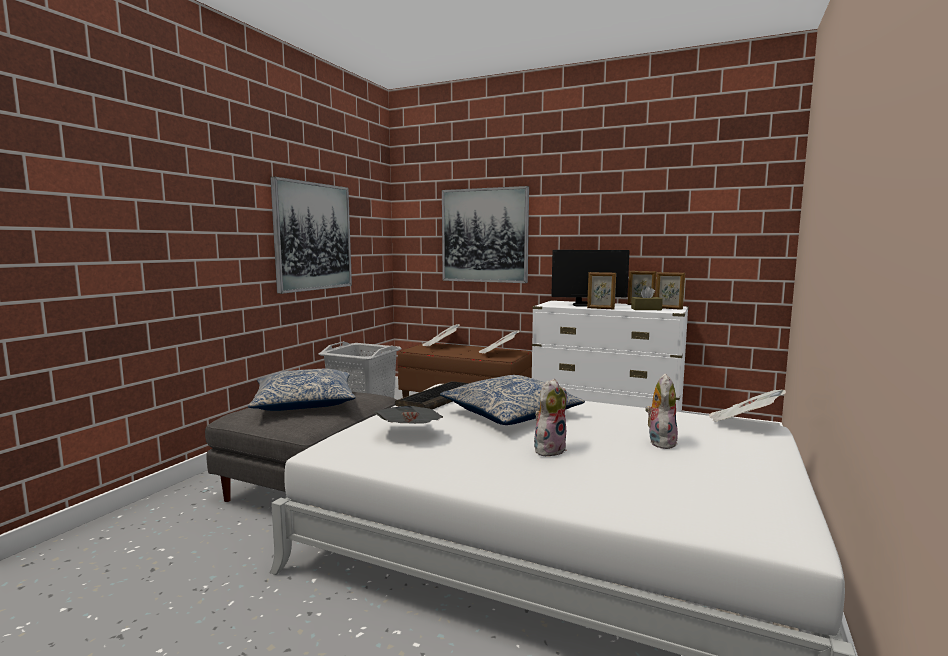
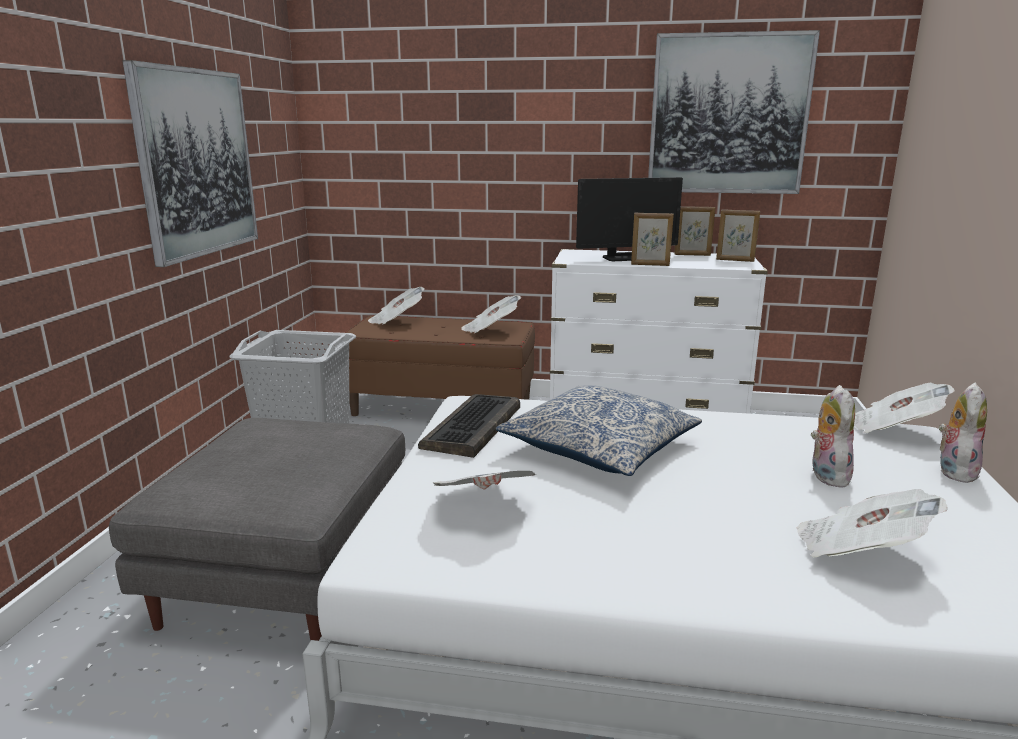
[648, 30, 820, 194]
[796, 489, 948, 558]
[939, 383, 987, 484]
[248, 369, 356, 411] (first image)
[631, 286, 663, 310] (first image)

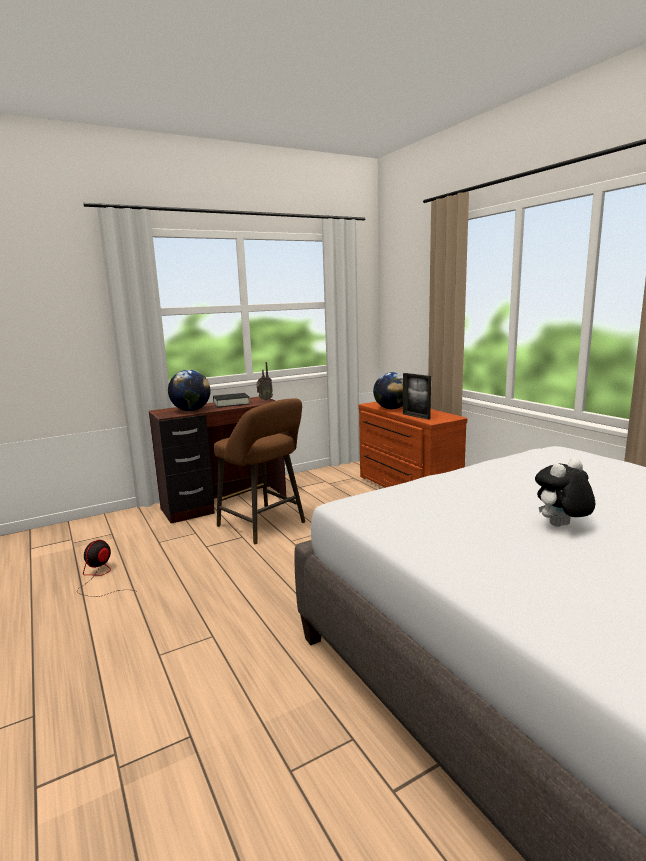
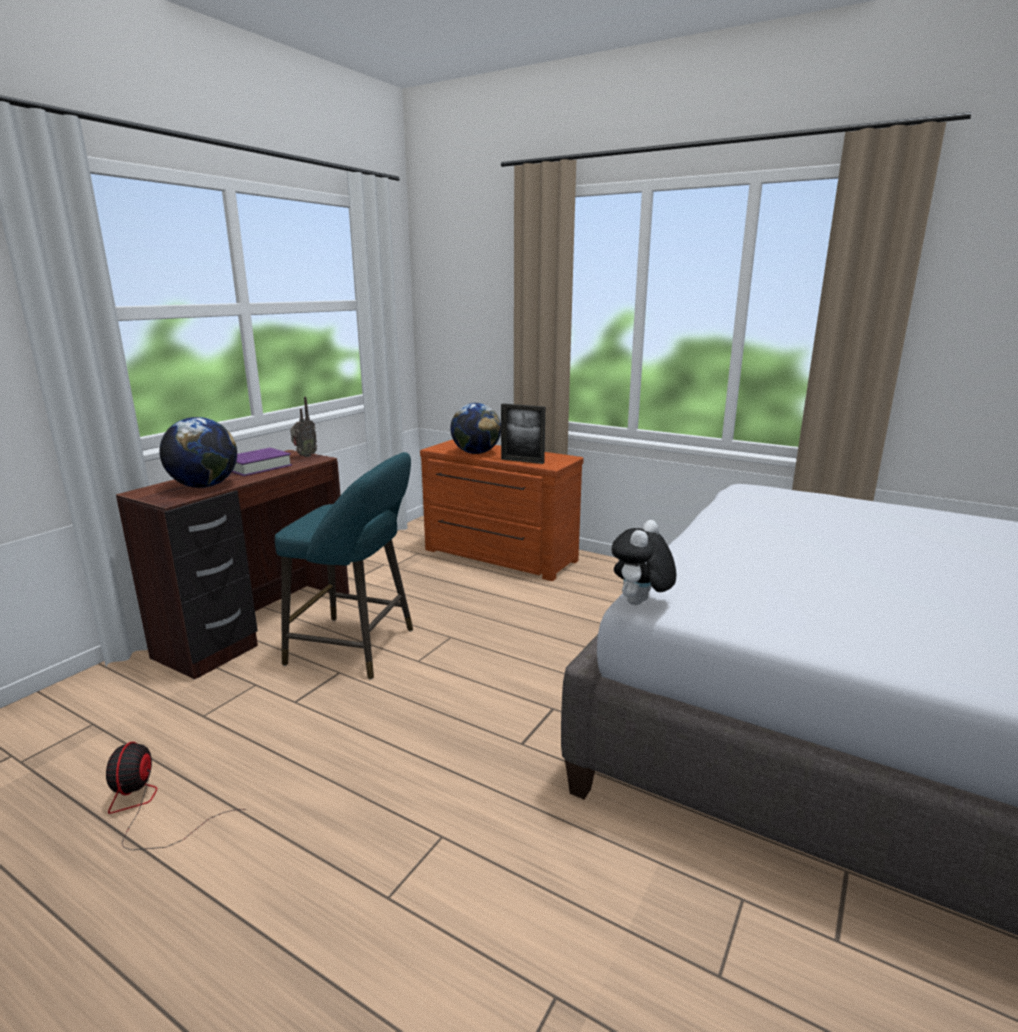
[232, 448, 292, 476]
[275, 452, 413, 679]
[612, 520, 677, 605]

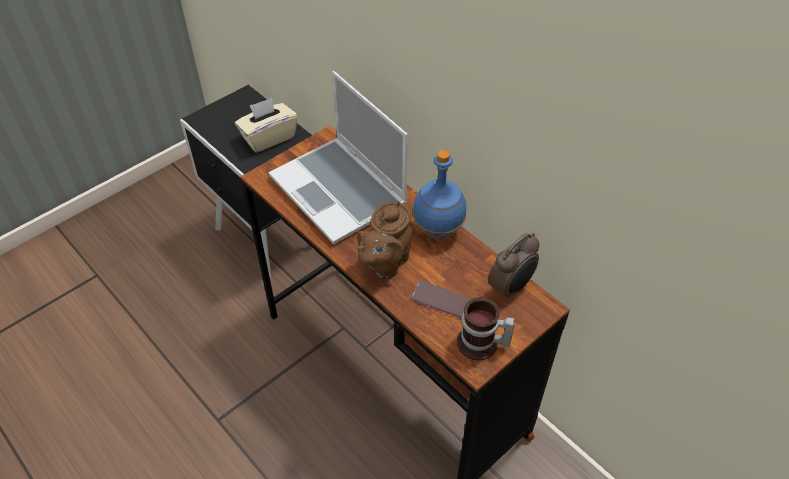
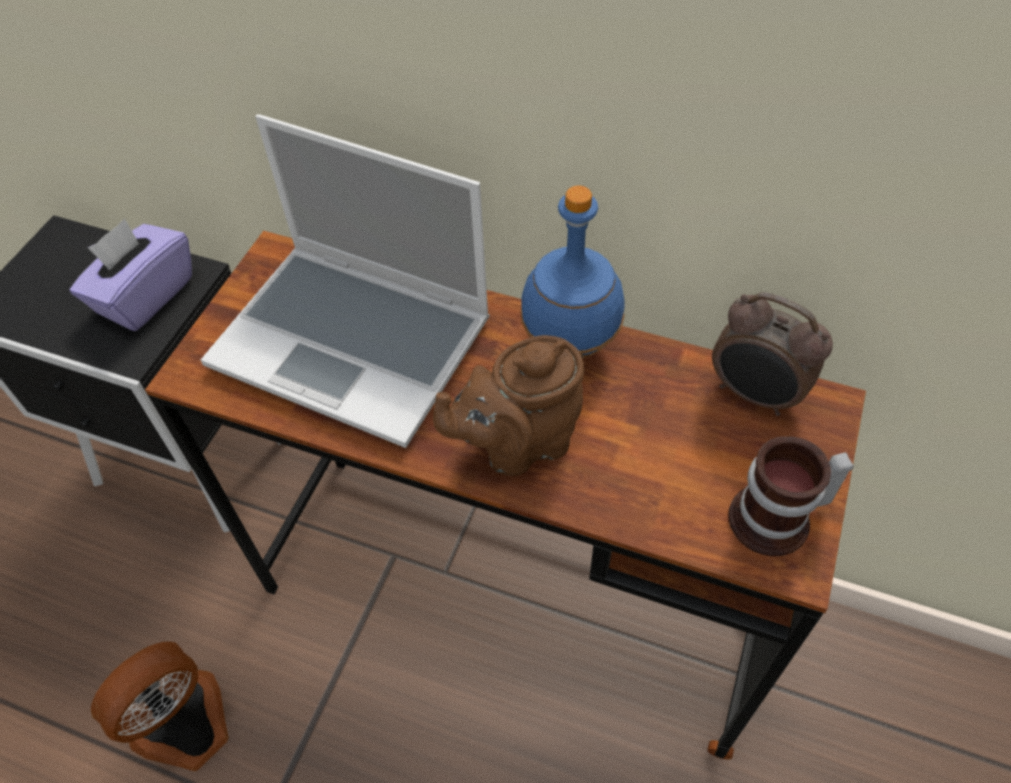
[70, 218, 192, 331]
[91, 641, 229, 771]
[433, 335, 584, 476]
[712, 292, 833, 416]
[410, 280, 471, 318] (first image)

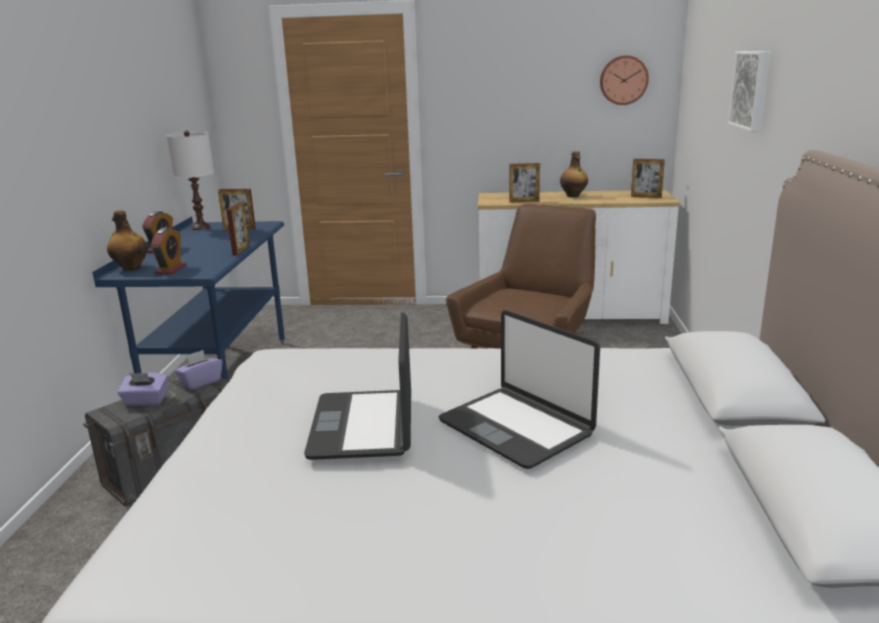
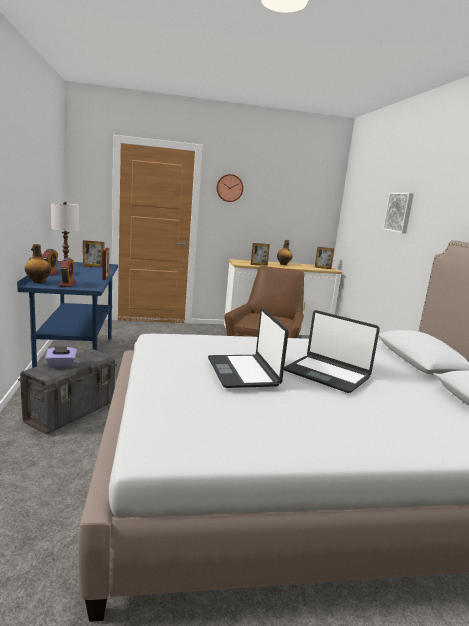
[217, 174, 243, 202]
[175, 350, 223, 390] (first image)

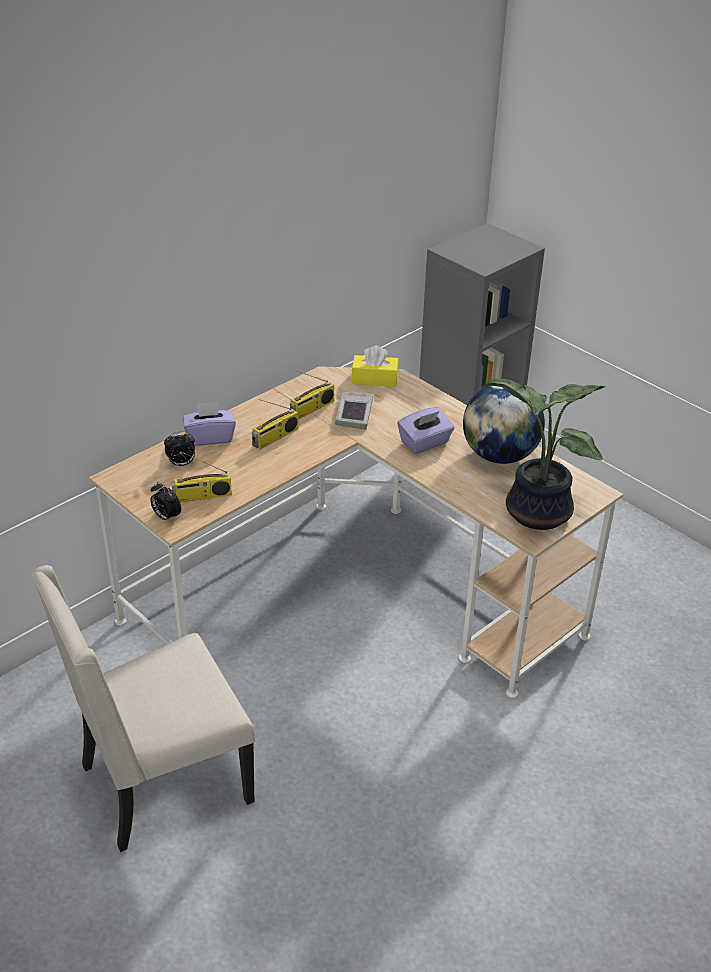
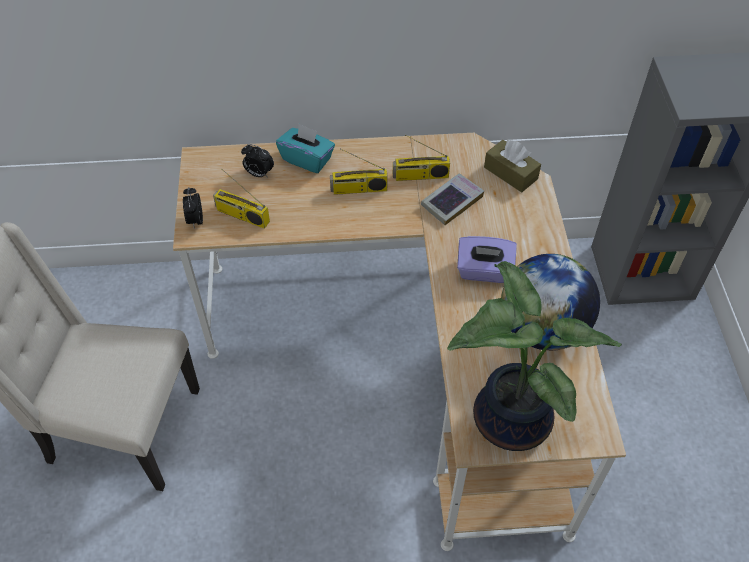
[276, 123, 335, 173]
[484, 140, 541, 192]

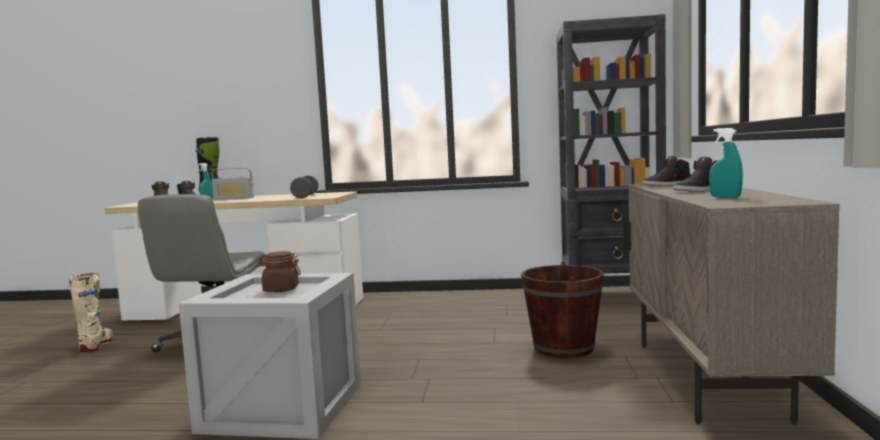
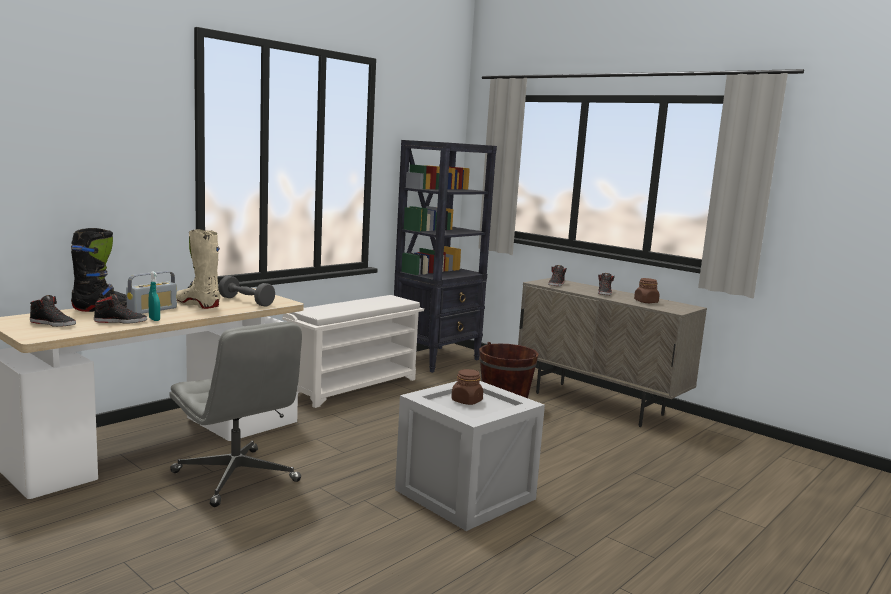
[177, 229, 220, 309]
[282, 295, 424, 408]
[634, 278, 660, 303]

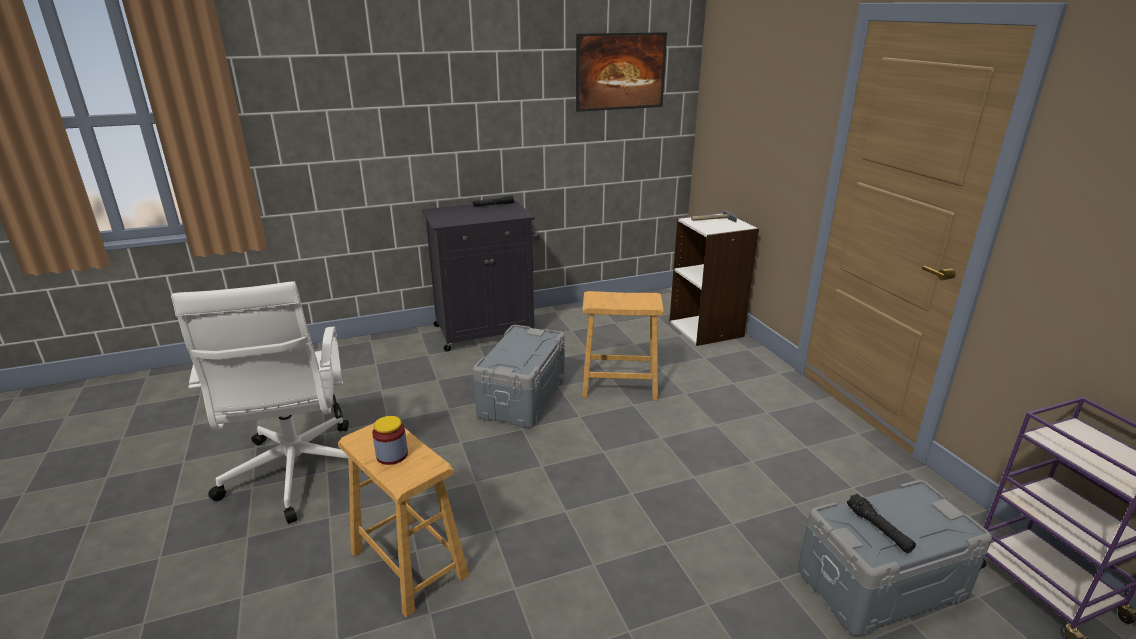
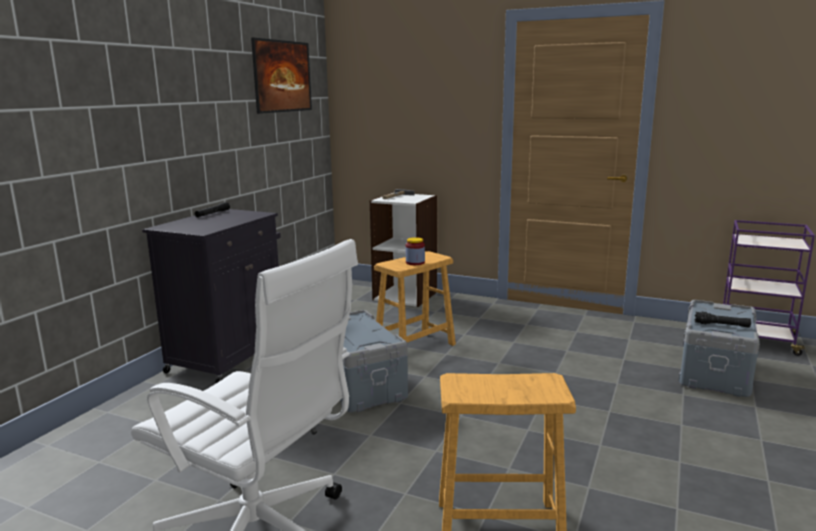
[406, 237, 425, 265]

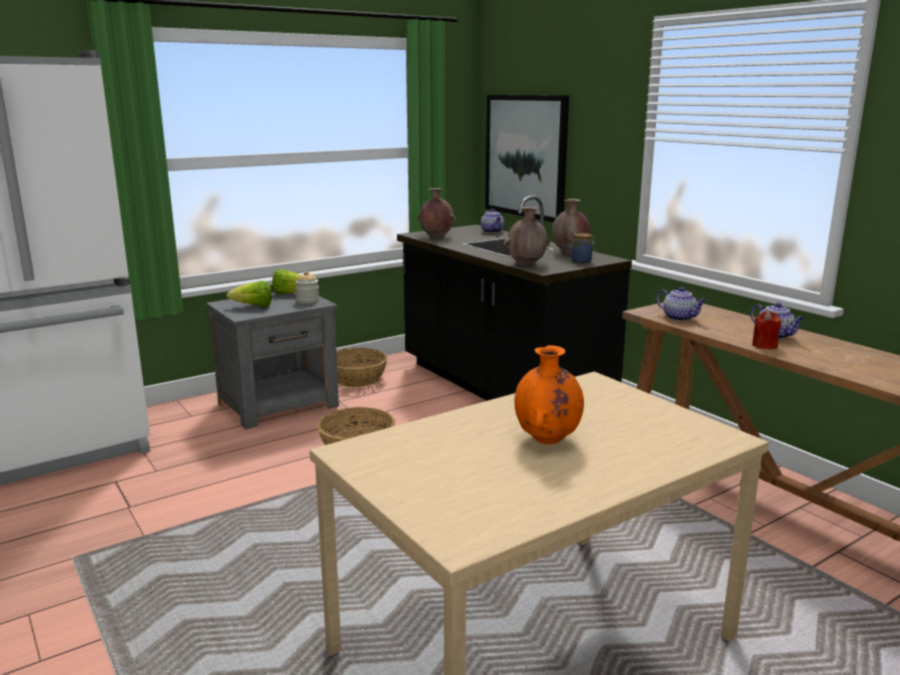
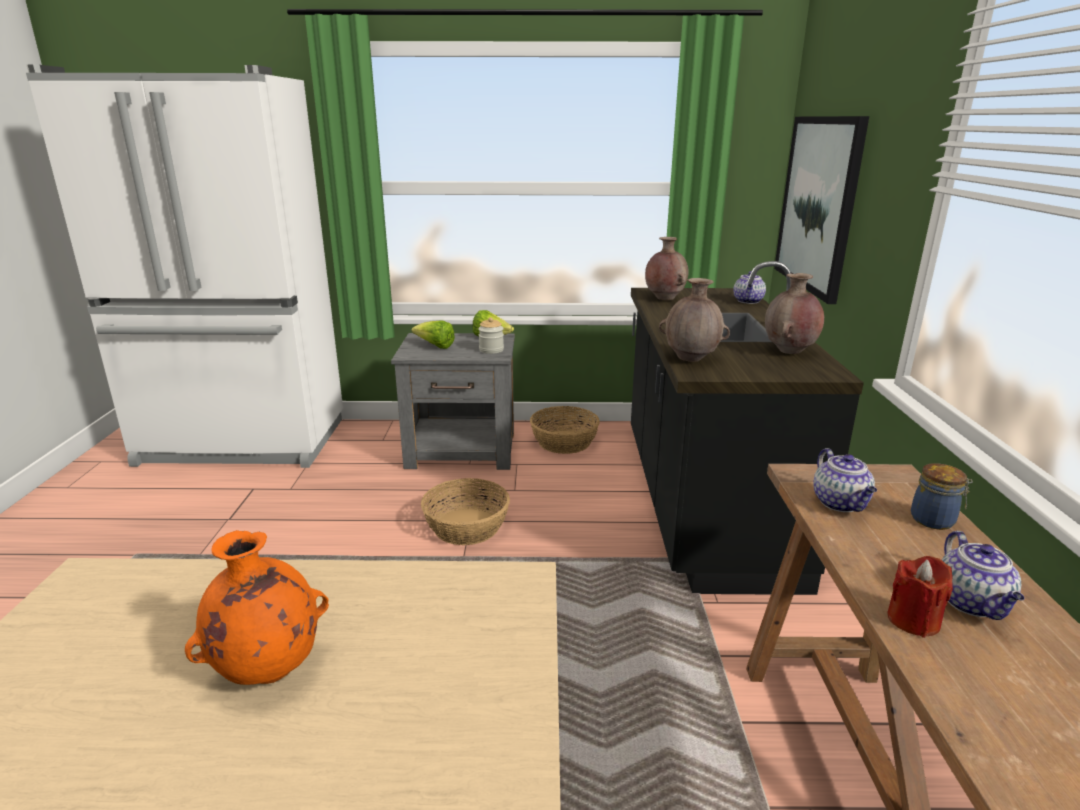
[911, 463, 973, 530]

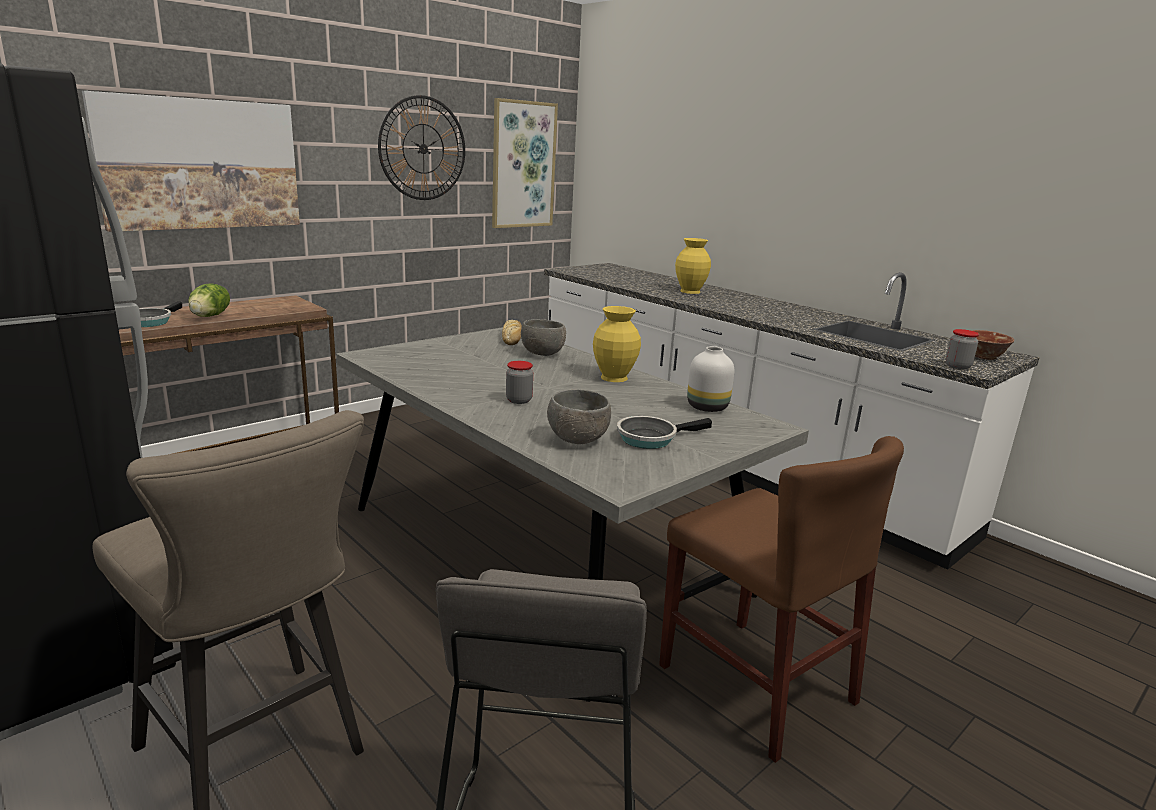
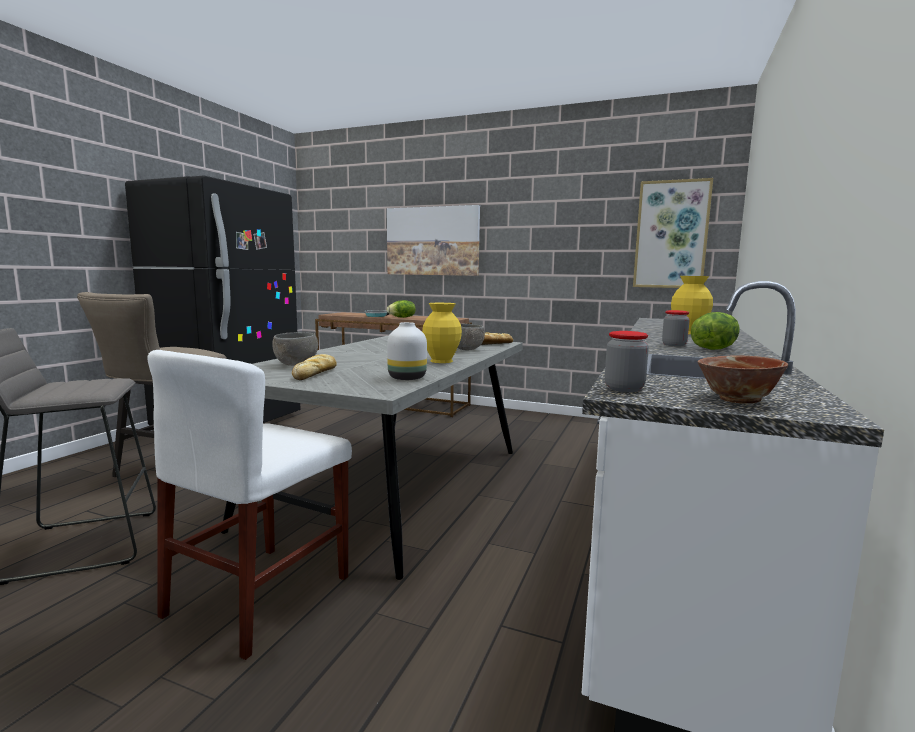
[147, 350, 352, 660]
[292, 354, 337, 380]
[662, 310, 690, 346]
[691, 312, 740, 350]
[378, 95, 465, 200] (first image)

